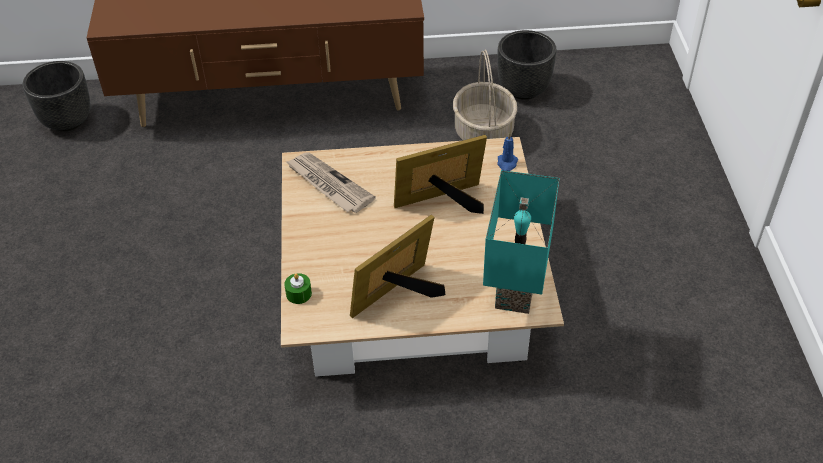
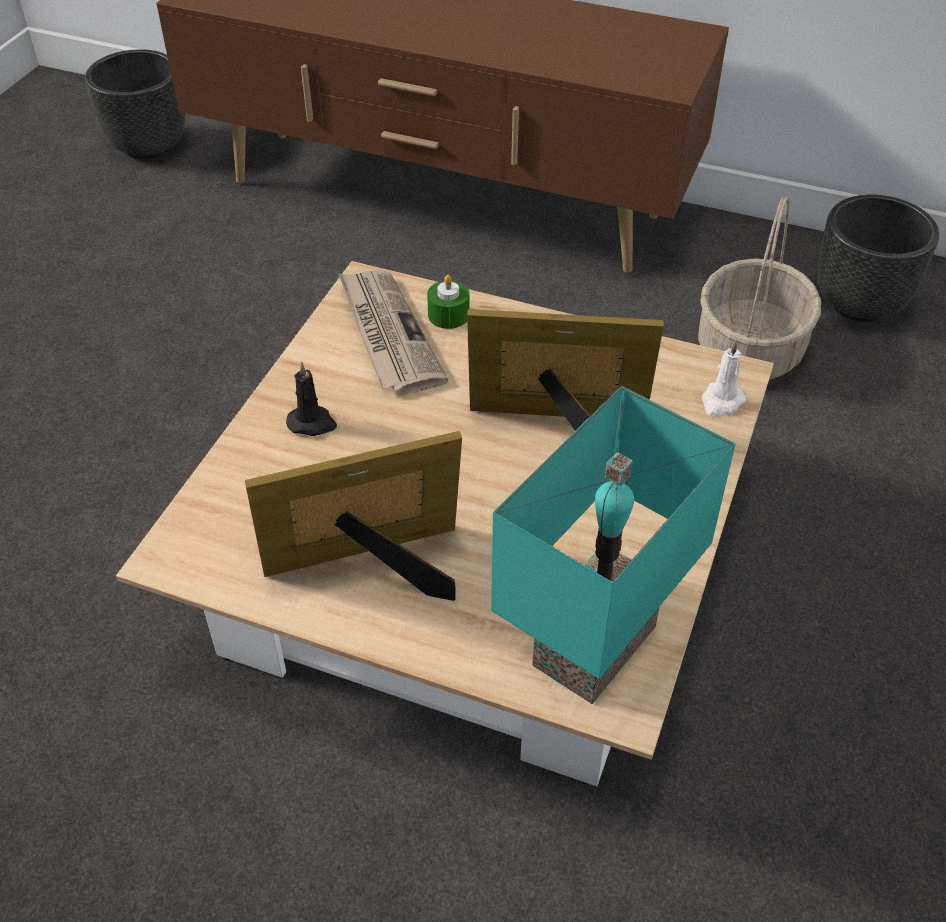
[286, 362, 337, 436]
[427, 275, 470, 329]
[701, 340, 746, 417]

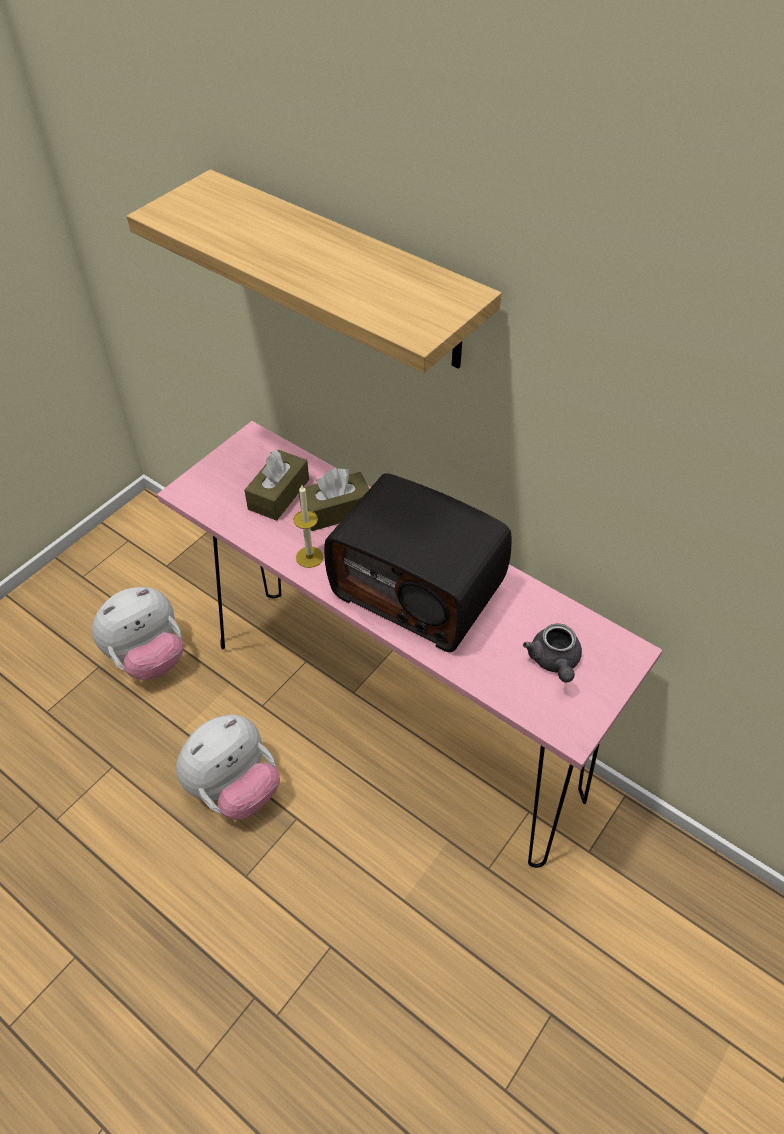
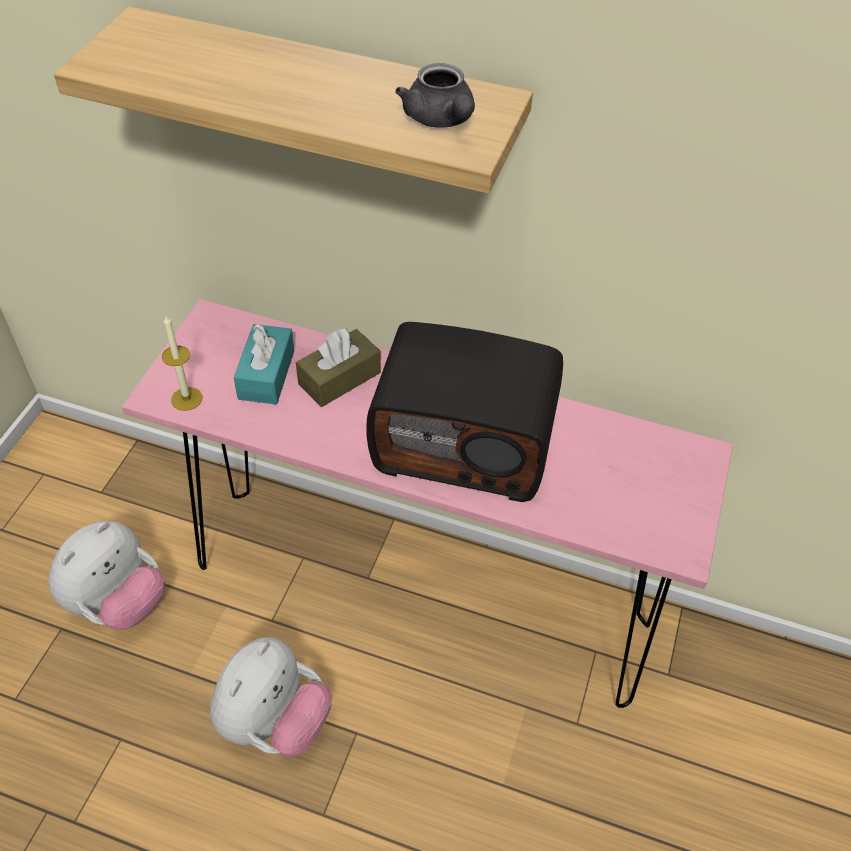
[162, 316, 202, 411]
[234, 324, 294, 404]
[395, 63, 475, 127]

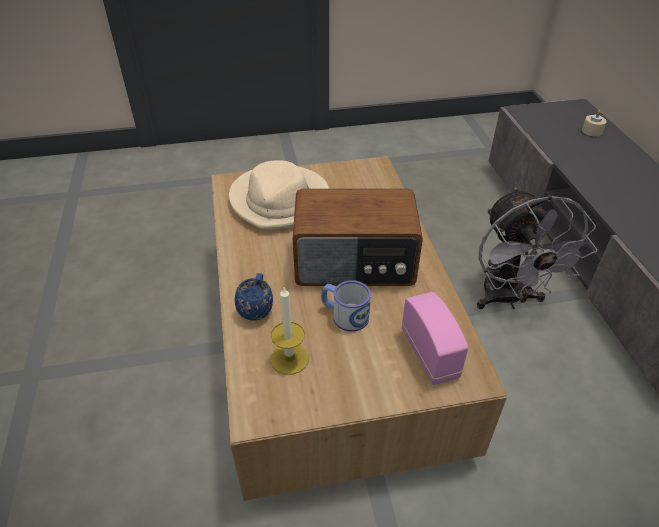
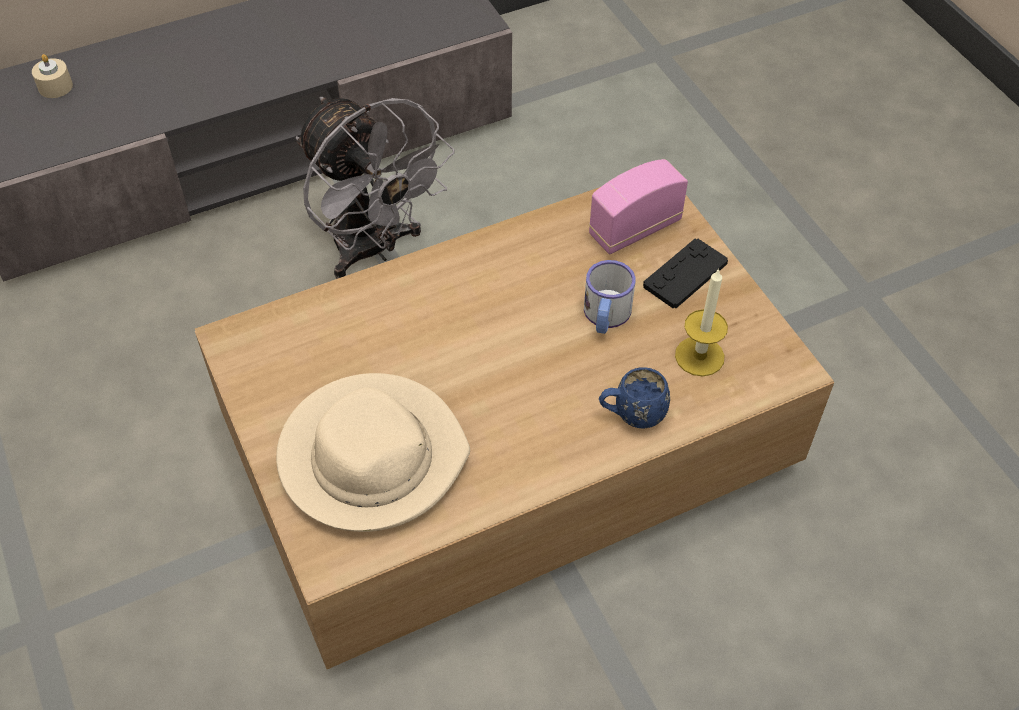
[296, 97, 455, 279]
[643, 239, 728, 308]
[293, 189, 423, 286] (first image)

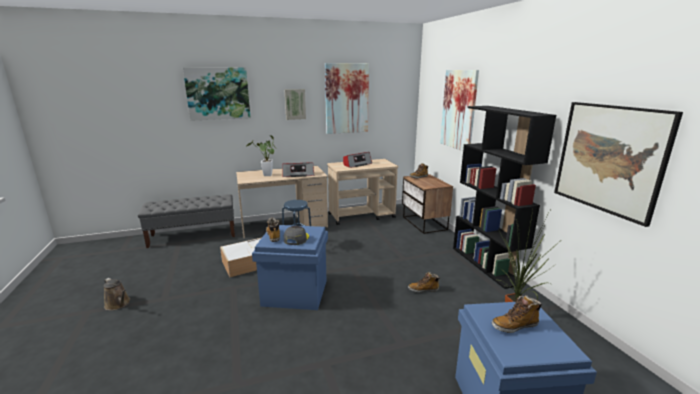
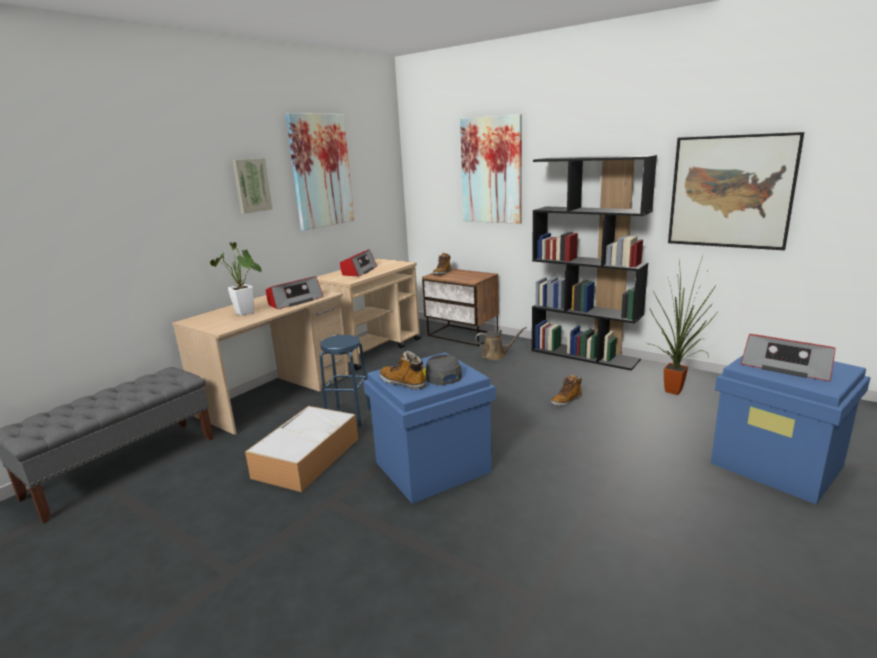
[475, 327, 527, 360]
[741, 334, 836, 381]
[183, 67, 251, 121] (first image)

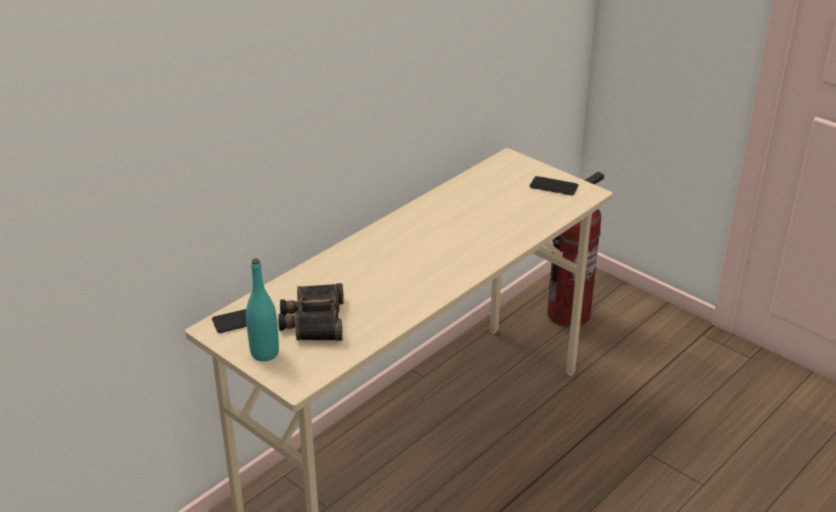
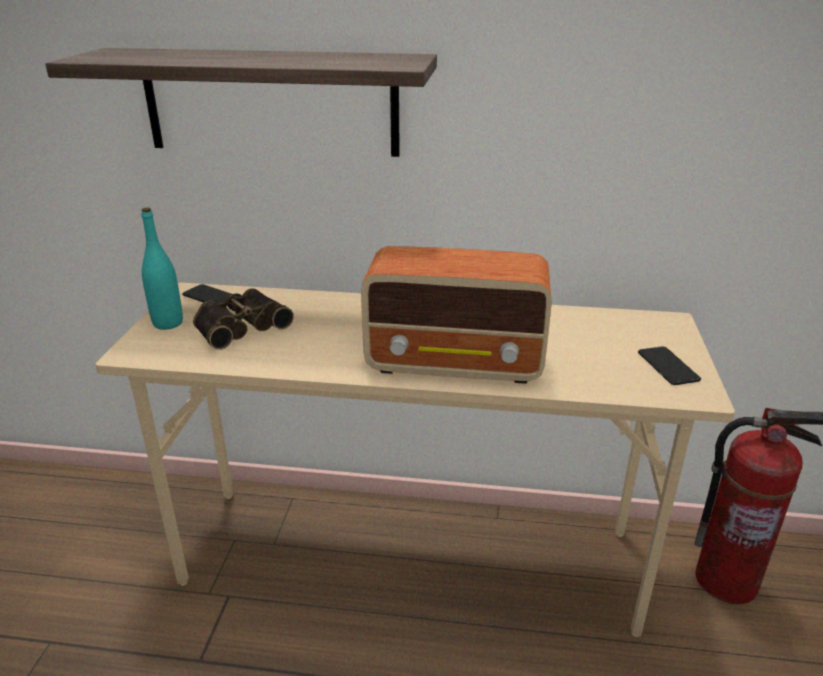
[45, 48, 437, 157]
[361, 246, 552, 384]

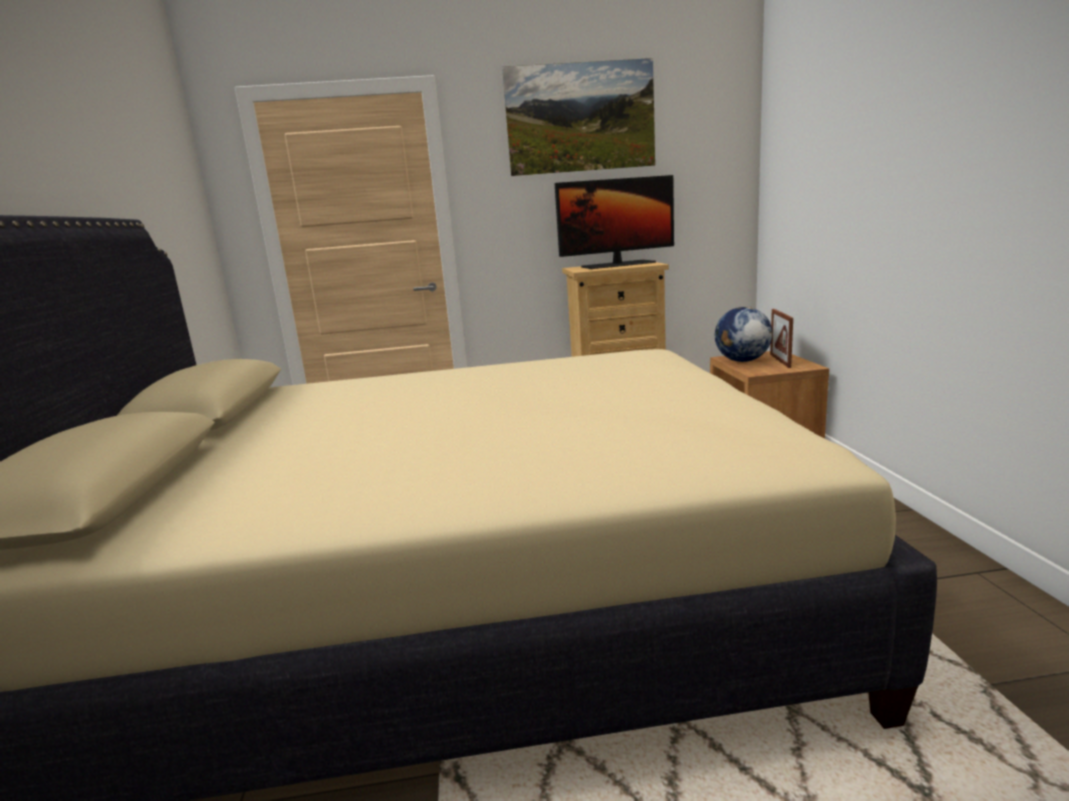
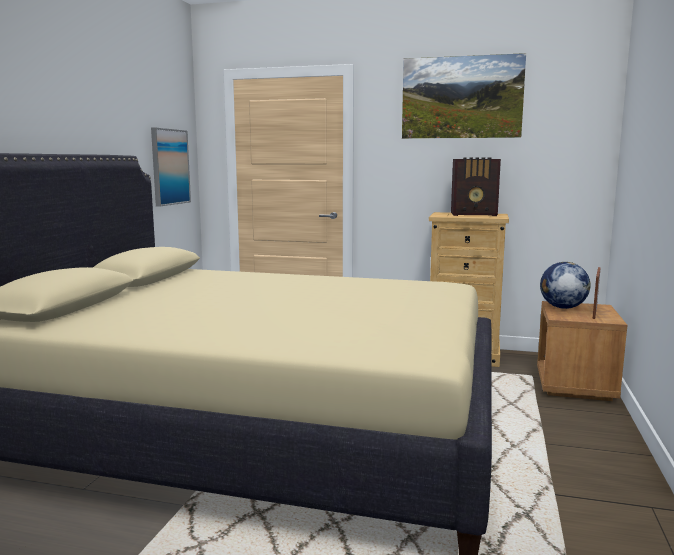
[151, 128, 191, 207]
[451, 157, 501, 216]

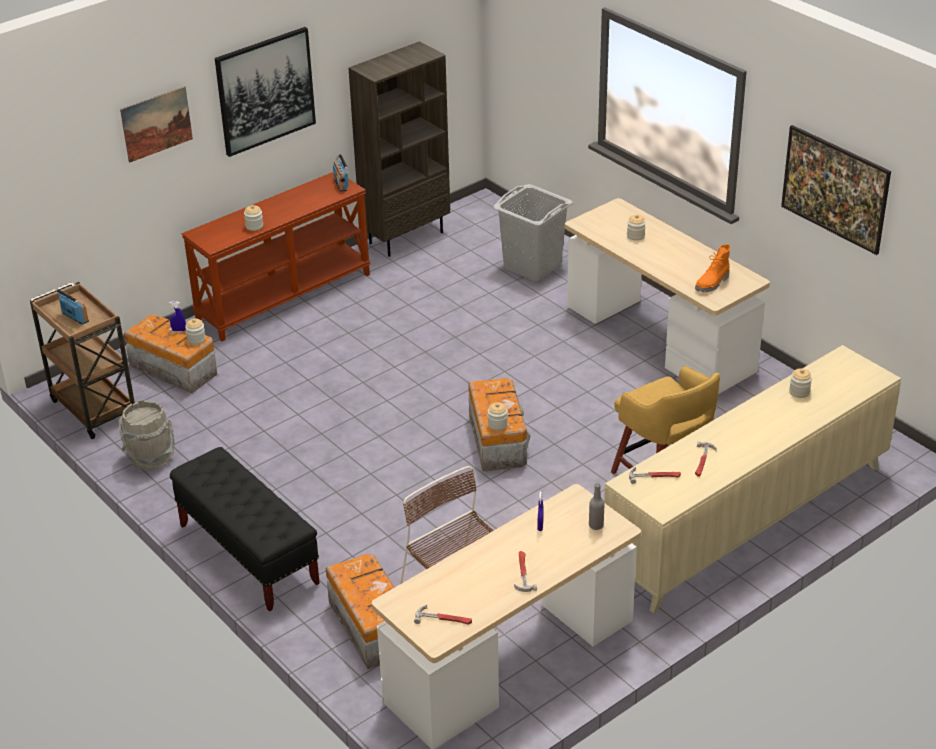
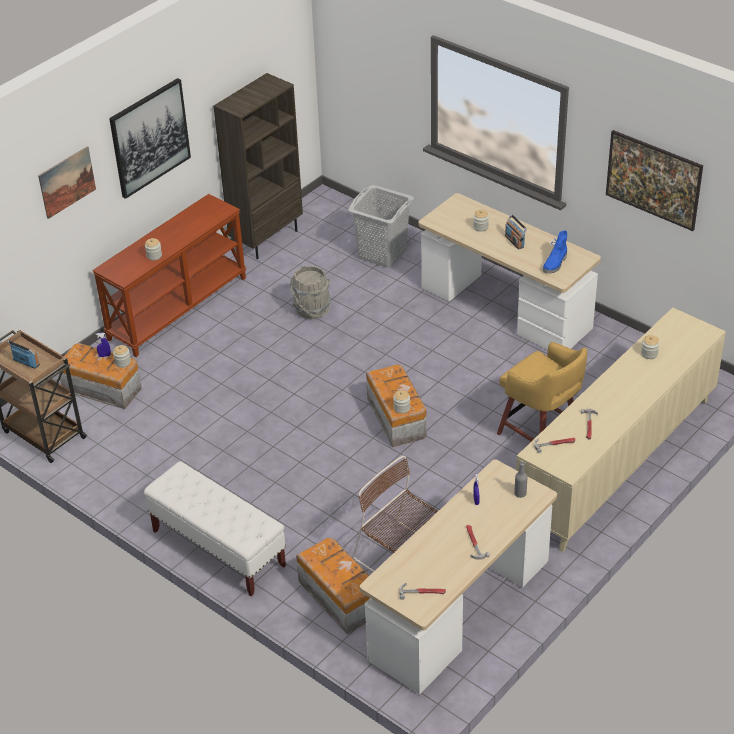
[144, 461, 286, 596]
[289, 266, 331, 319]
[505, 214, 527, 249]
[543, 230, 567, 274]

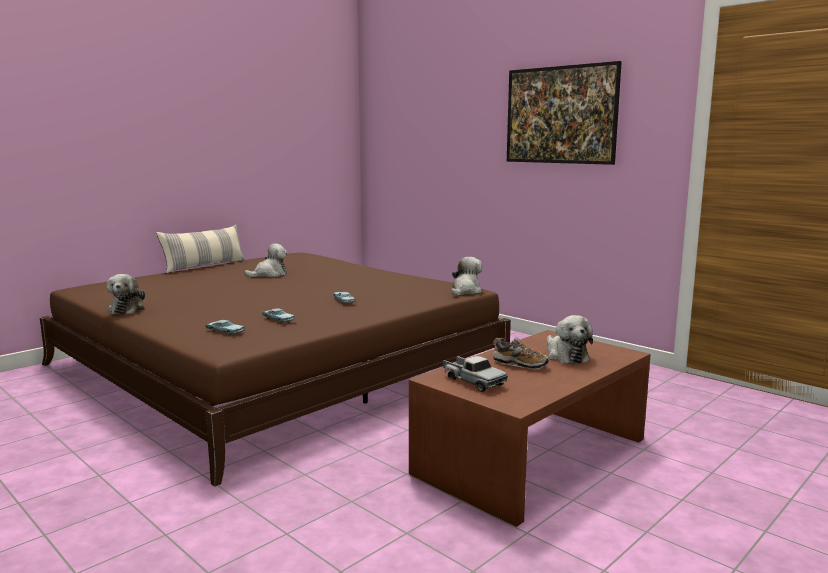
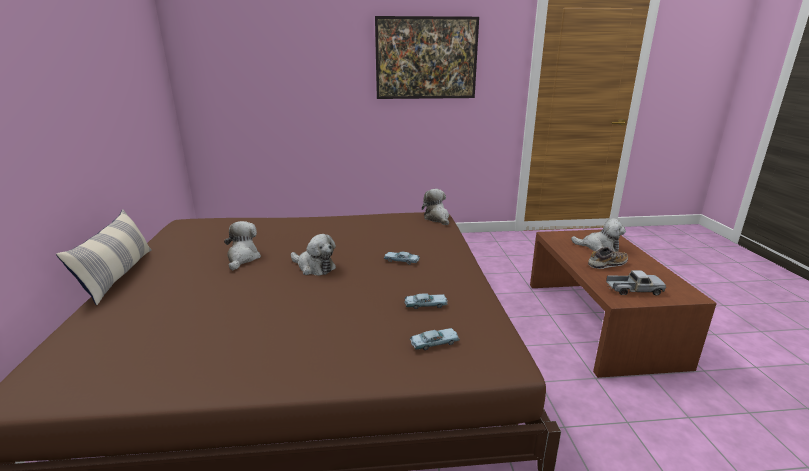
[291, 234, 336, 276]

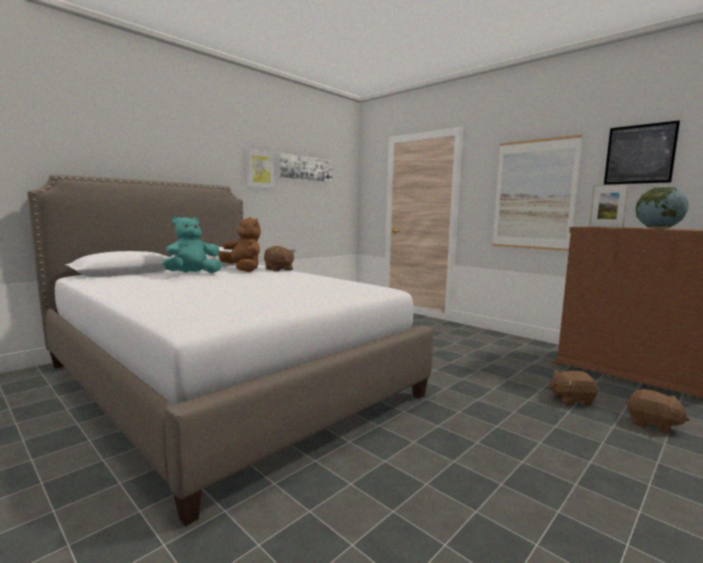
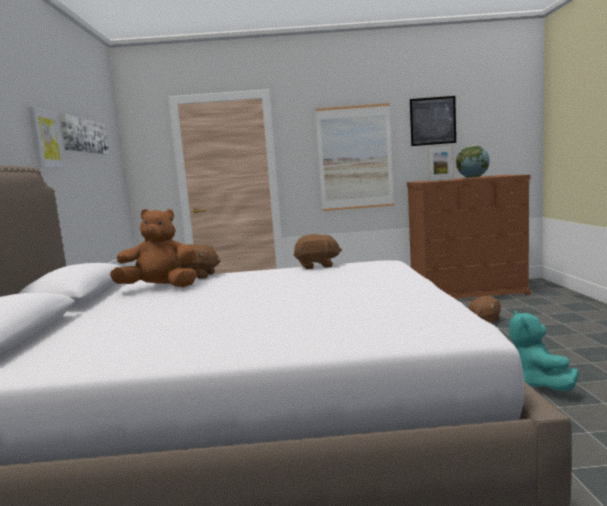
[293, 234, 342, 269]
[509, 310, 579, 390]

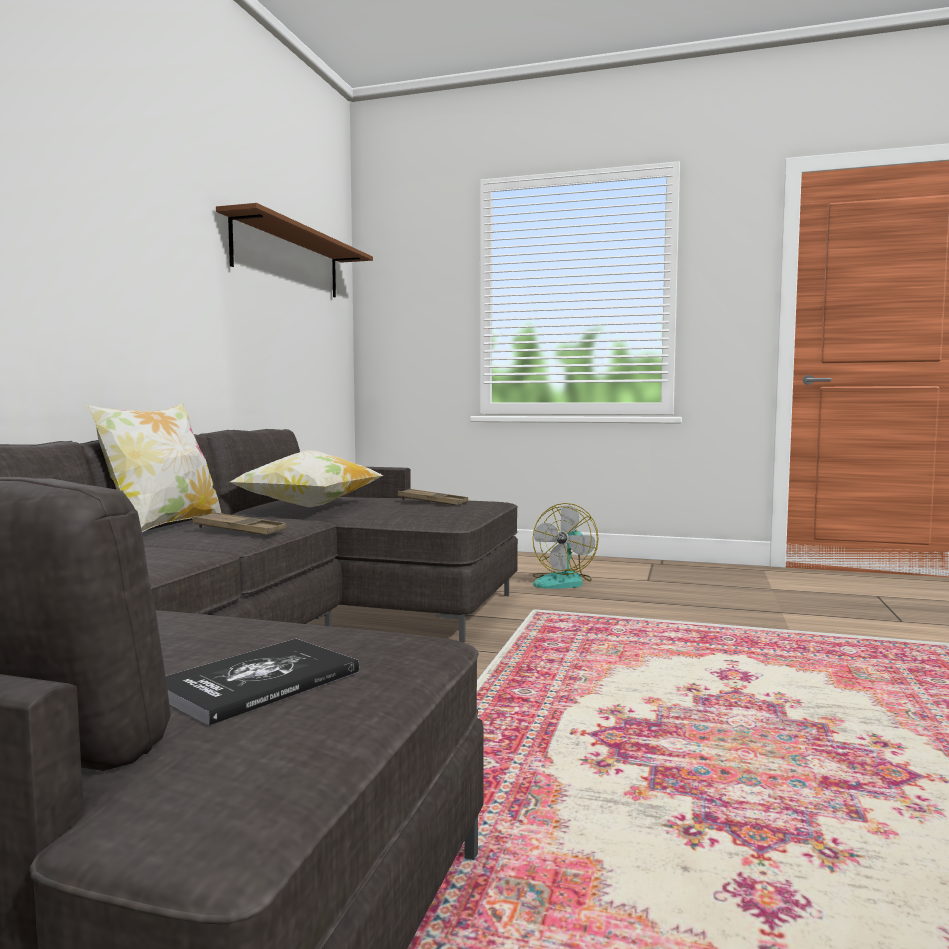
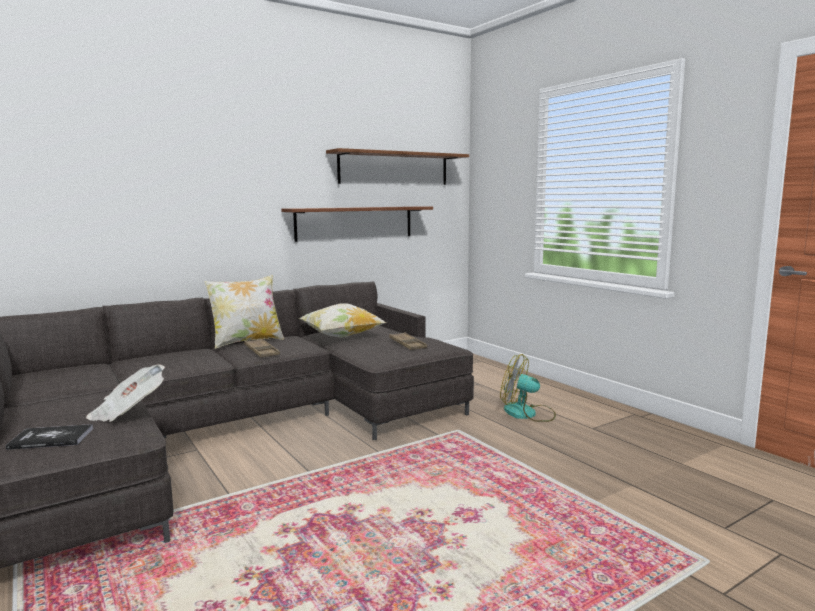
[86, 364, 165, 422]
[281, 206, 433, 242]
[500, 354, 556, 422]

